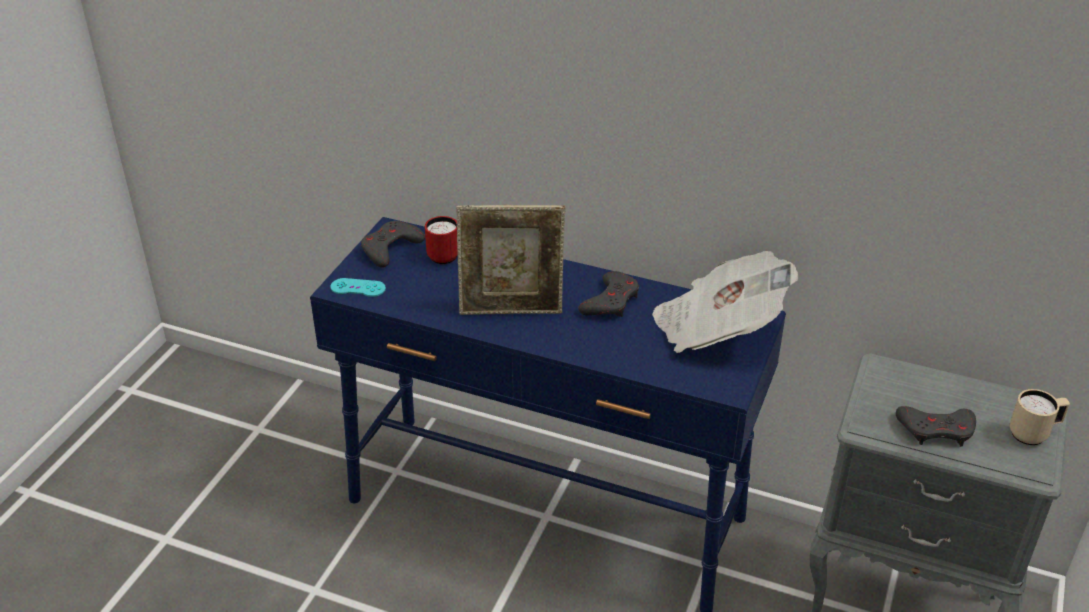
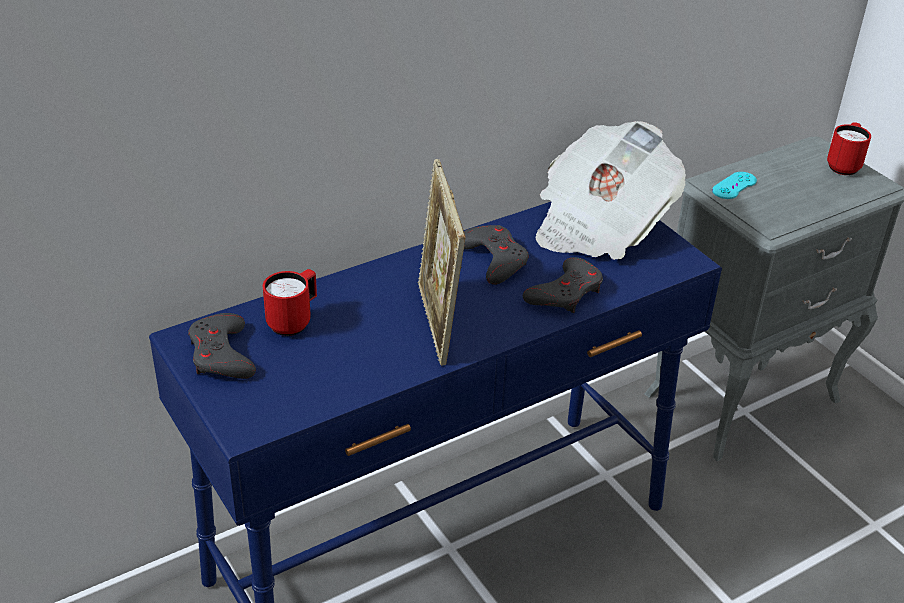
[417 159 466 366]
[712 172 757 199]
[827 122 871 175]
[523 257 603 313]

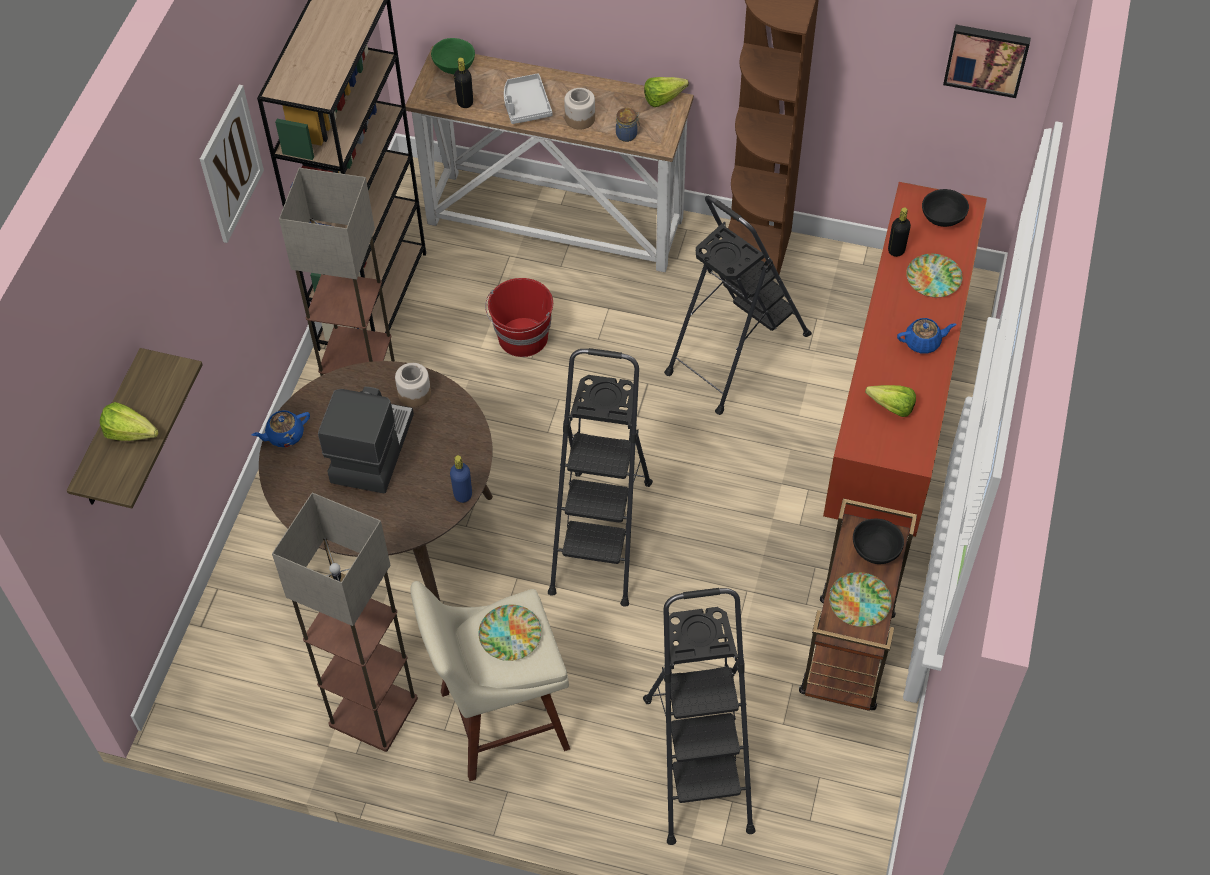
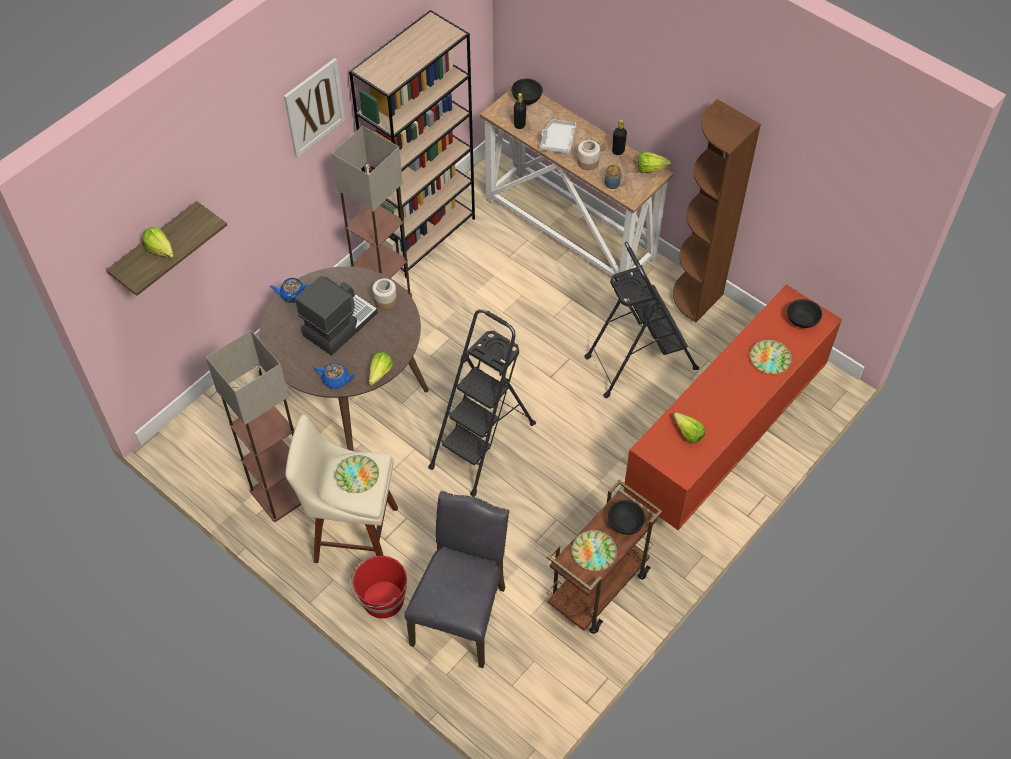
[943 25 1031 98] (first image)
[511 78 543 105]
[612 119 627 155]
[350 556 407 619]
[315 363 356 389]
[369 352 393 386]
[404 491 509 668]

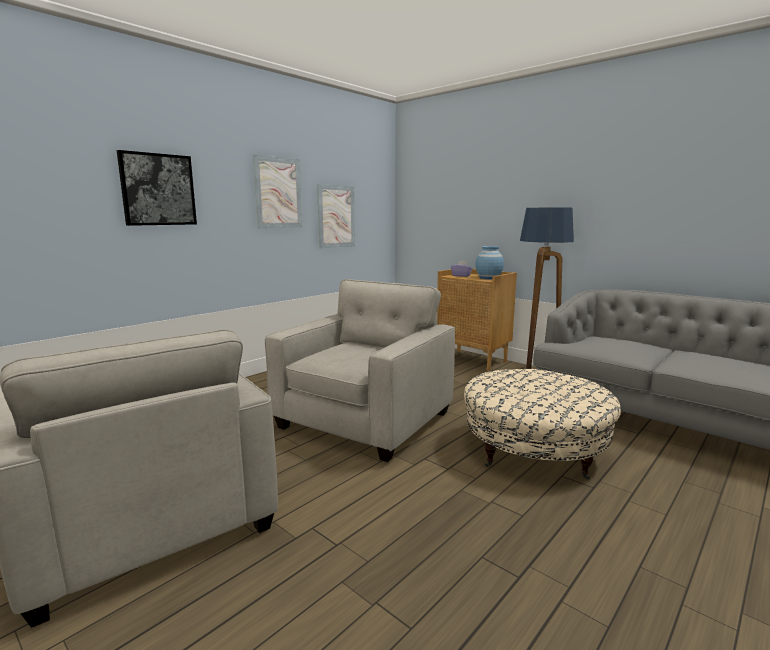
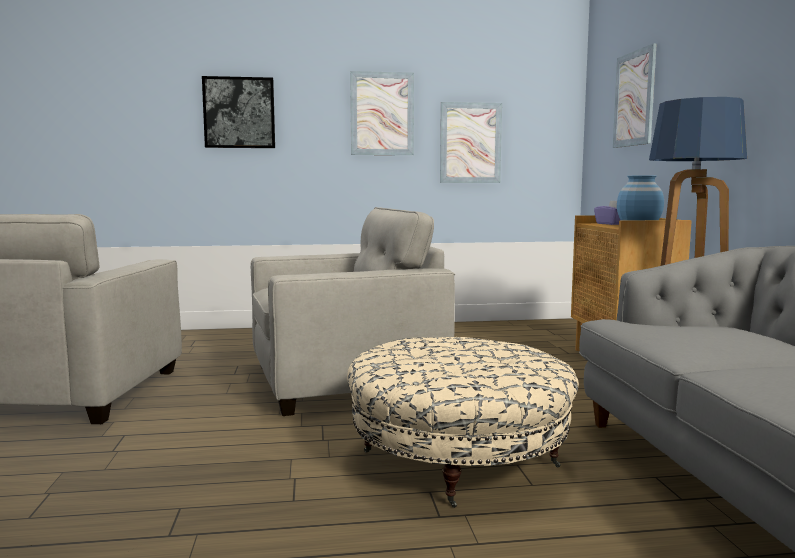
[613 43 657 148]

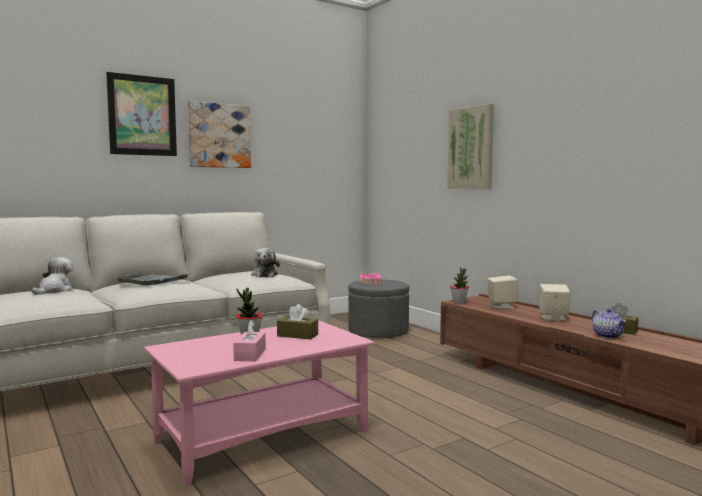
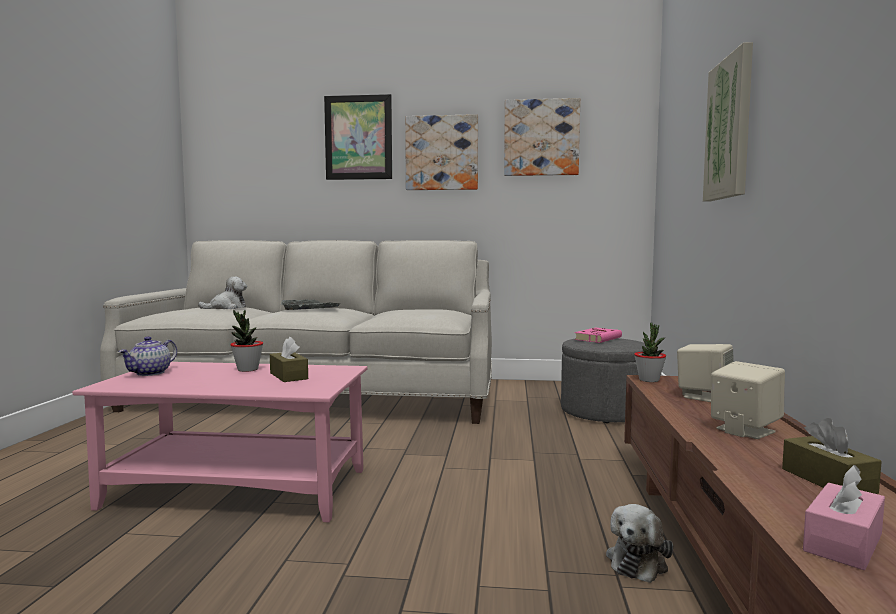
[606 504 673 583]
[118 336 177 376]
[803 465 885 570]
[504 98 580 176]

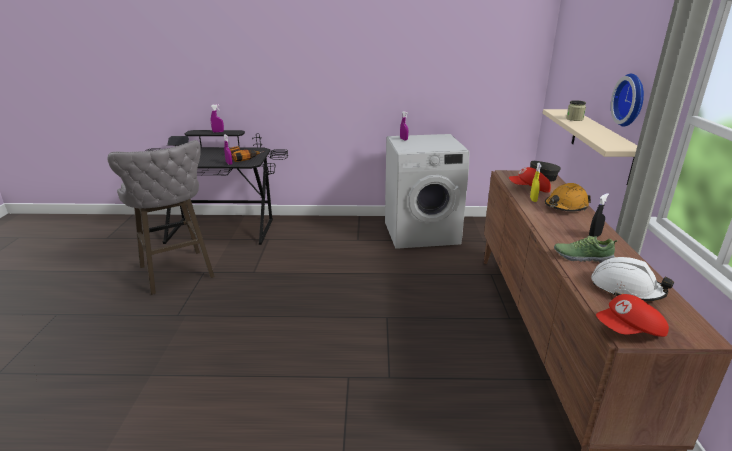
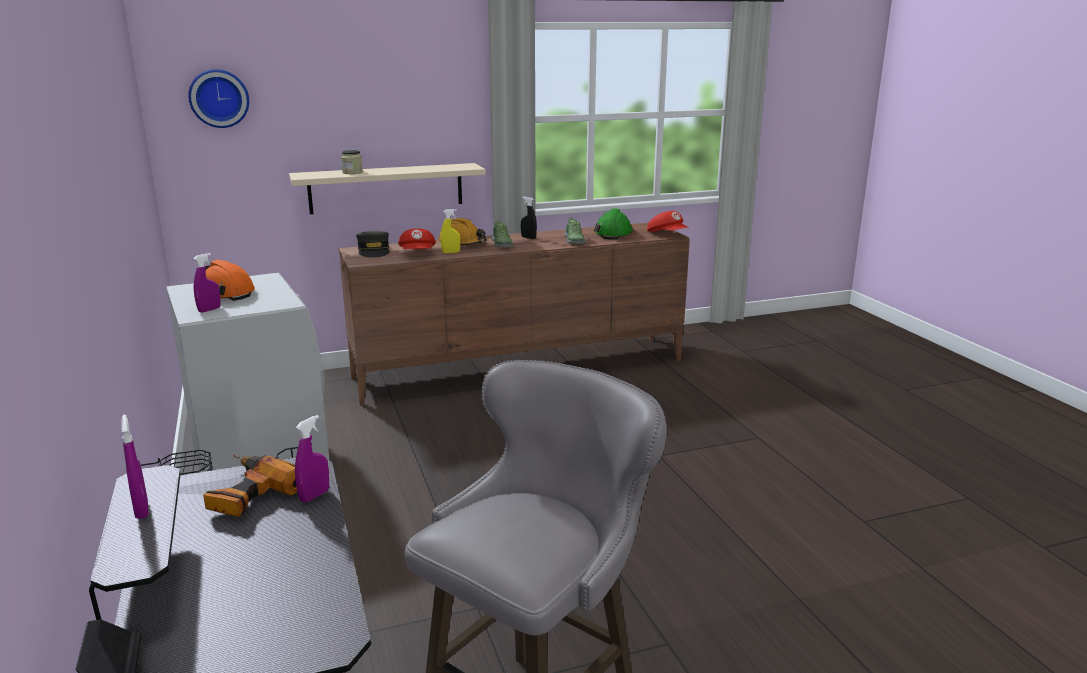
[188 69 249 128]
[594 208 634 240]
[491 220 513 247]
[205 260 255 301]

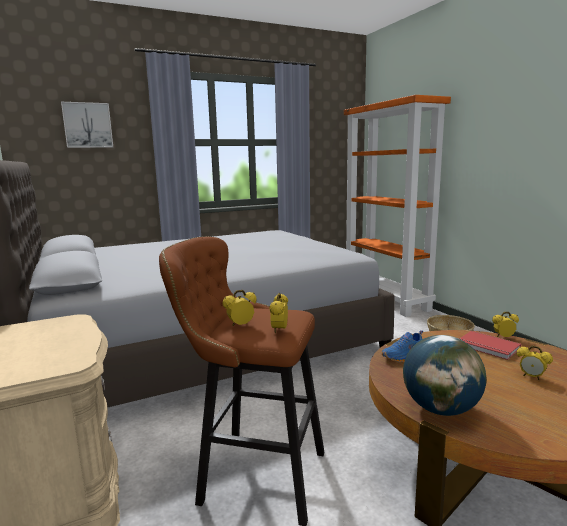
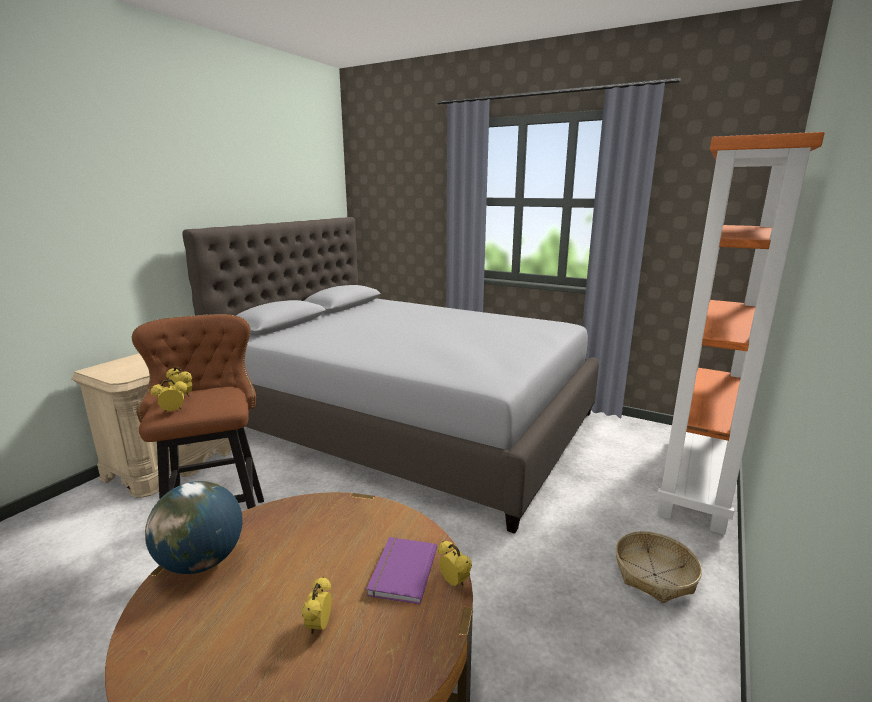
[61 102 113 148] (first image)
[382 330 423 362] (first image)
[366 537 437 605]

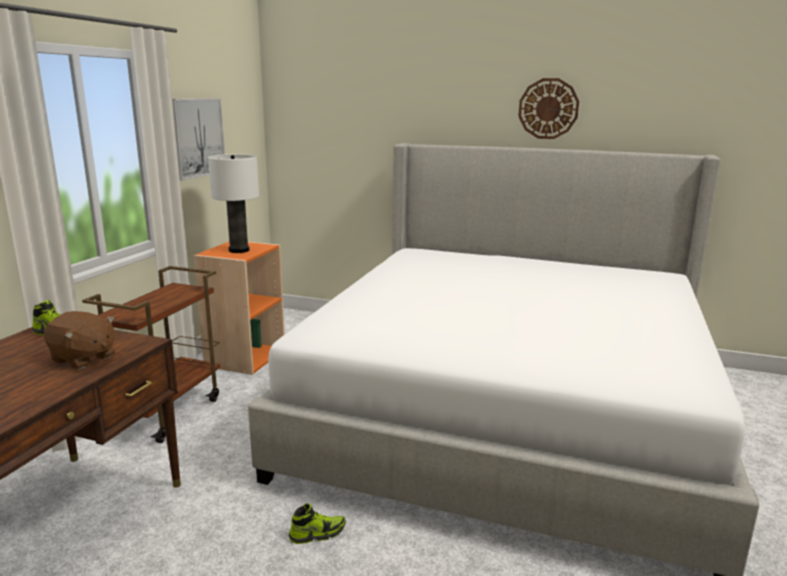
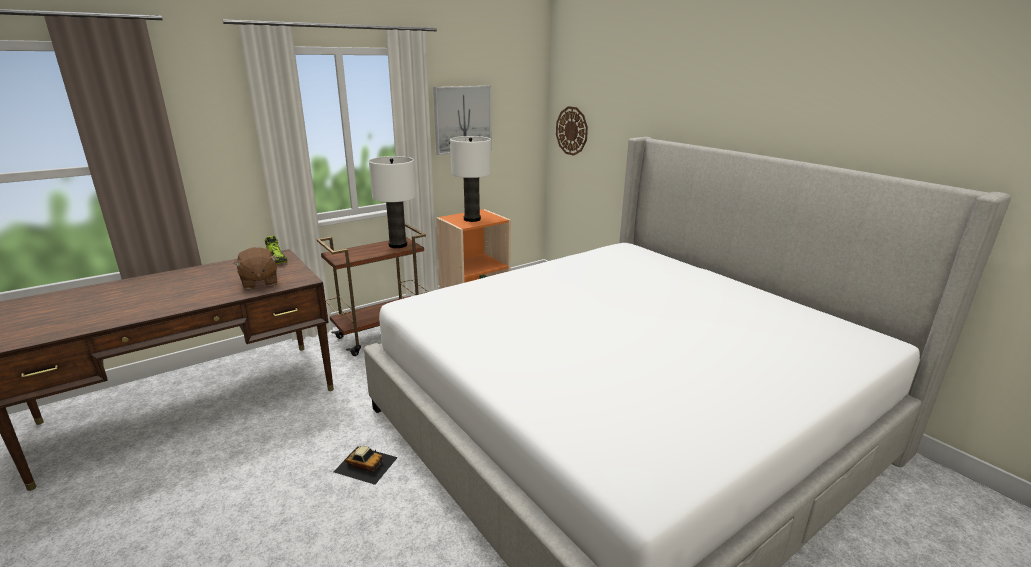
[556 106 588 156]
[334 446 398 485]
[369 156 416 248]

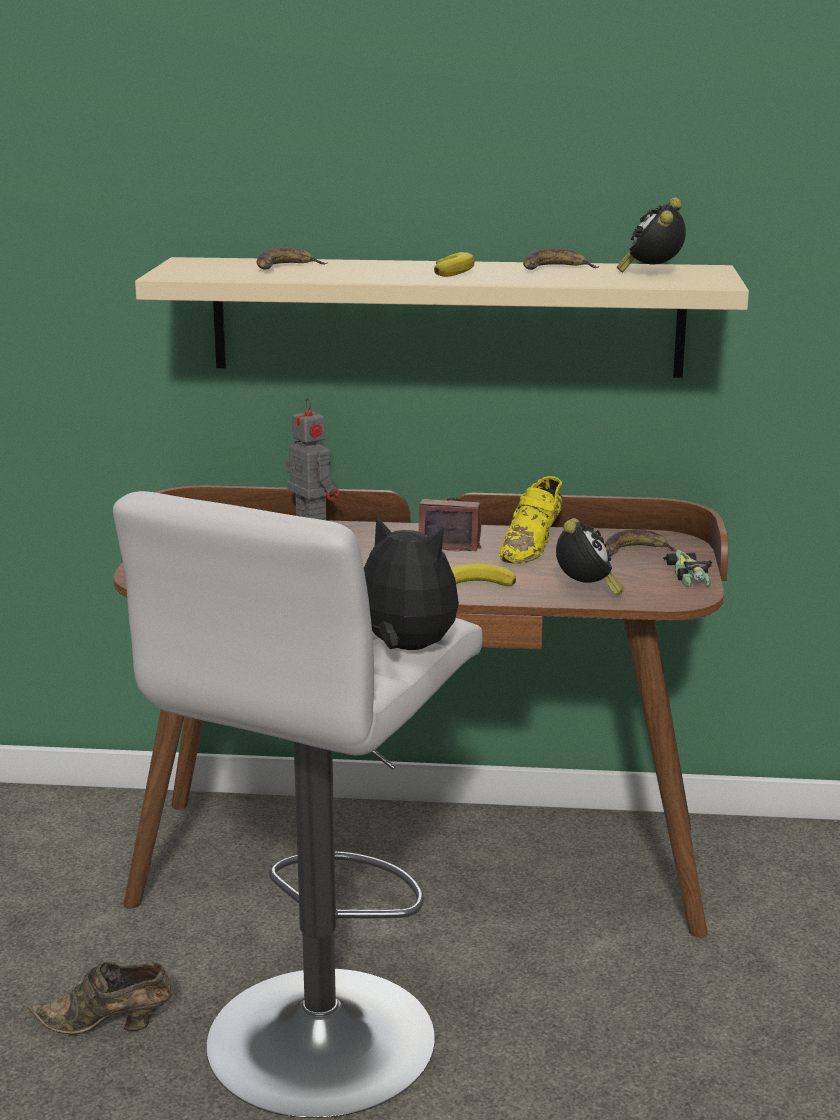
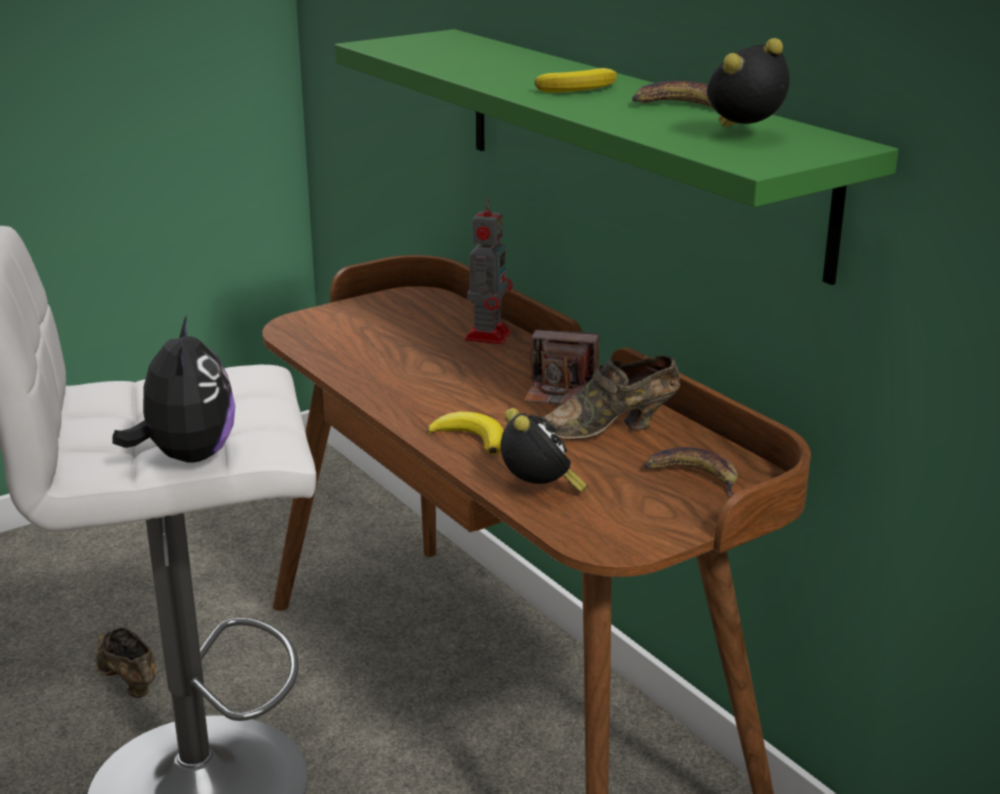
[257 247 327 270] (first image)
[335 29 898 285]
[541 355 680 440]
[524 330 599 405]
[501 408 588 492]
[663 550 712 587] (first image)

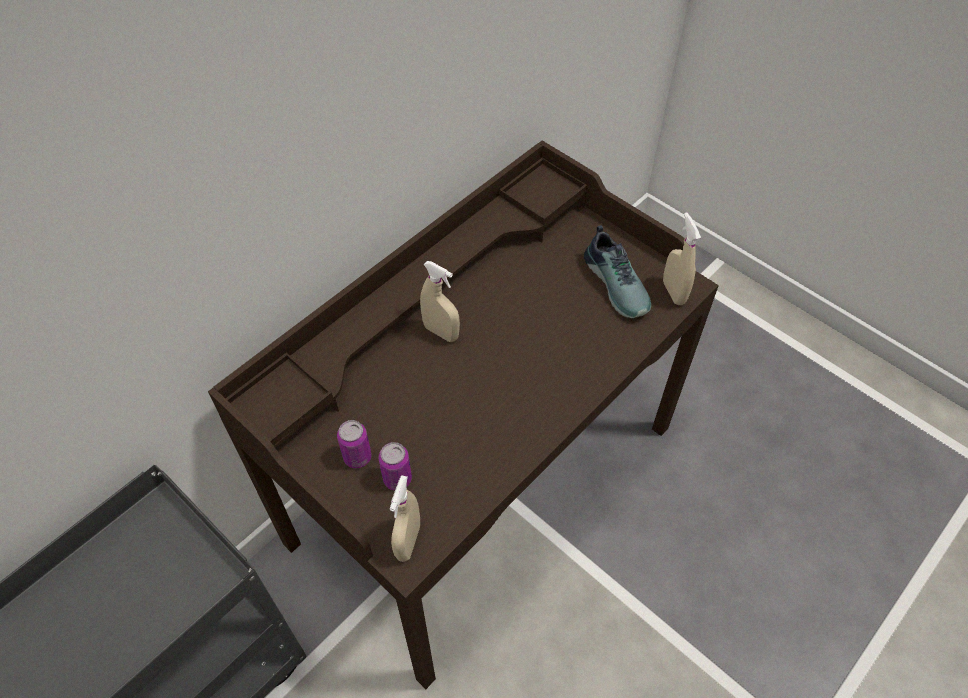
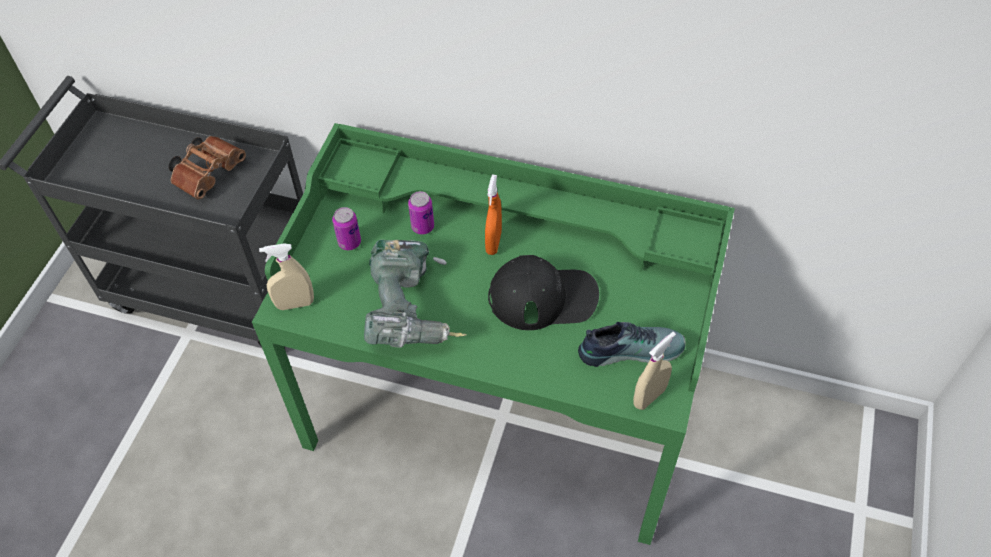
[252 123 735 545]
[578 322 686 367]
[485 175 502 255]
[408 191 434 235]
[168 136 246 200]
[364 240 467 348]
[488 255 599 330]

